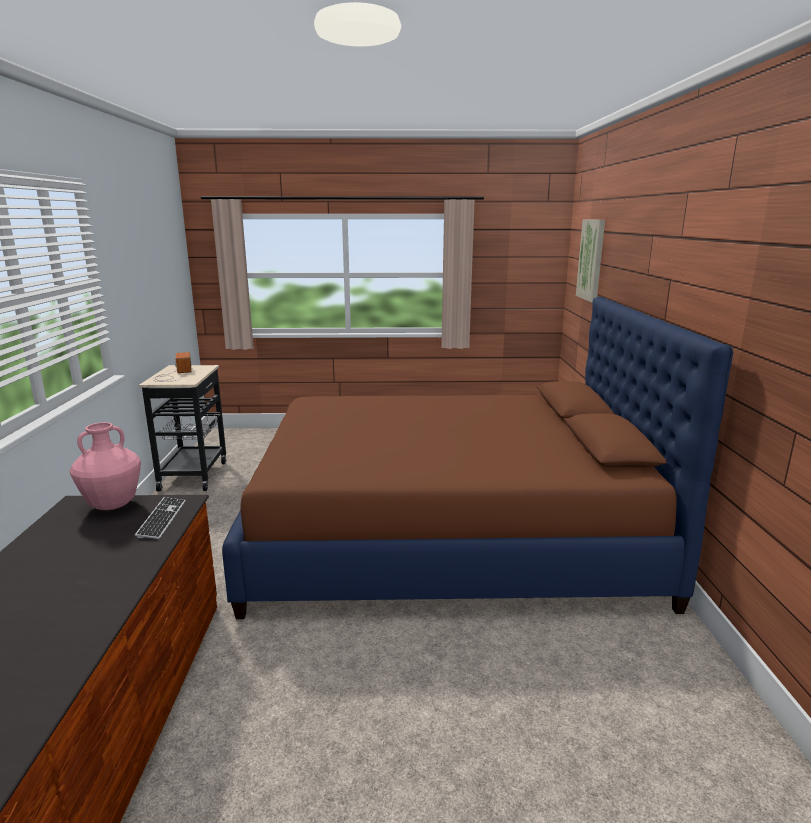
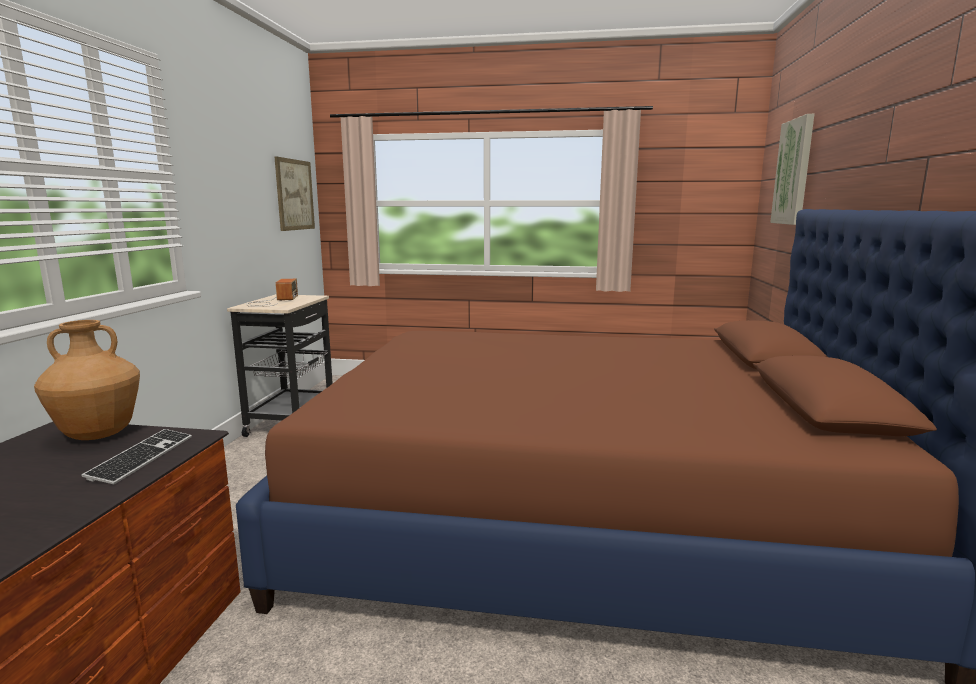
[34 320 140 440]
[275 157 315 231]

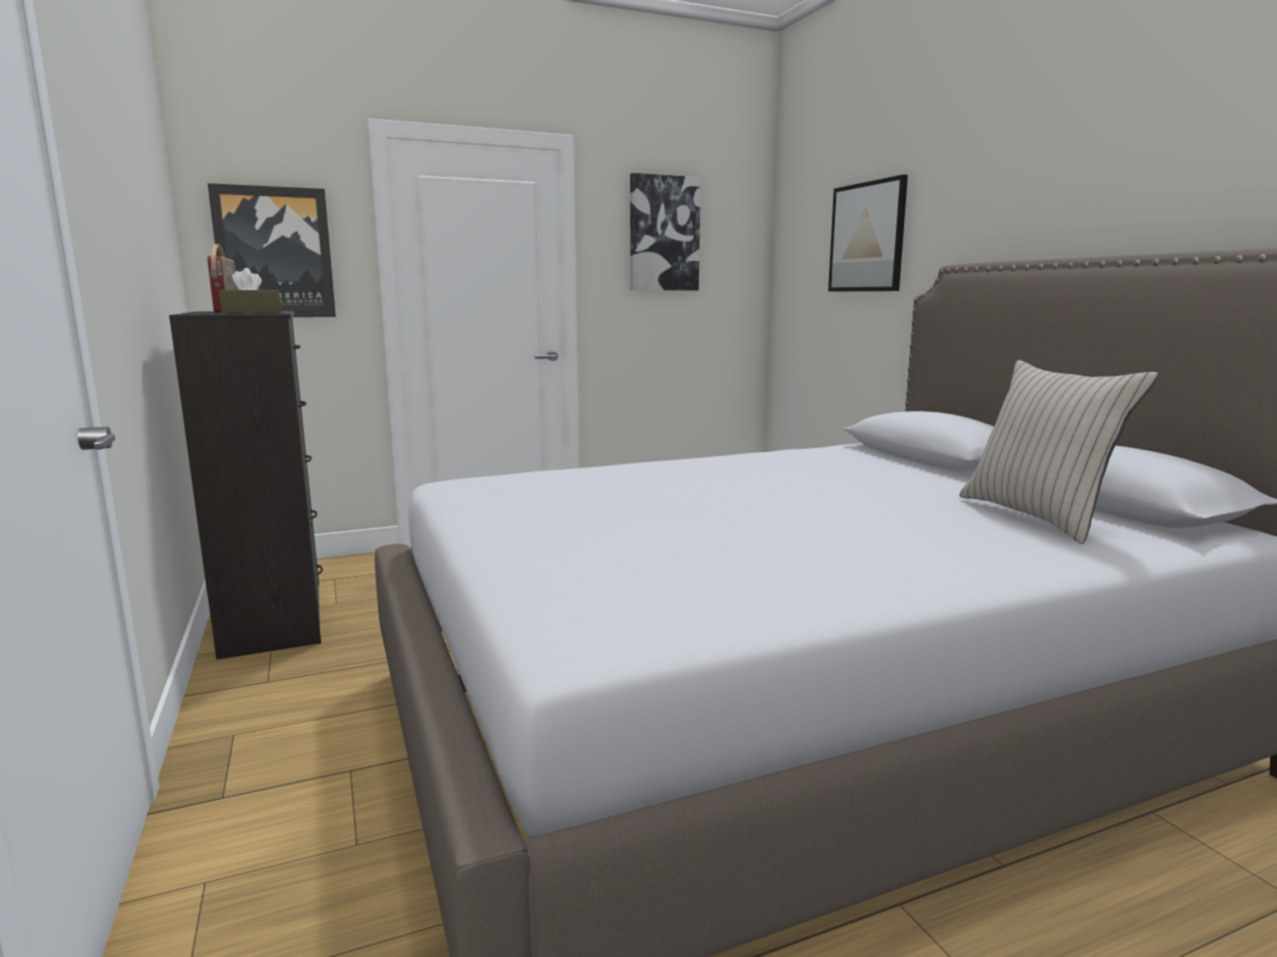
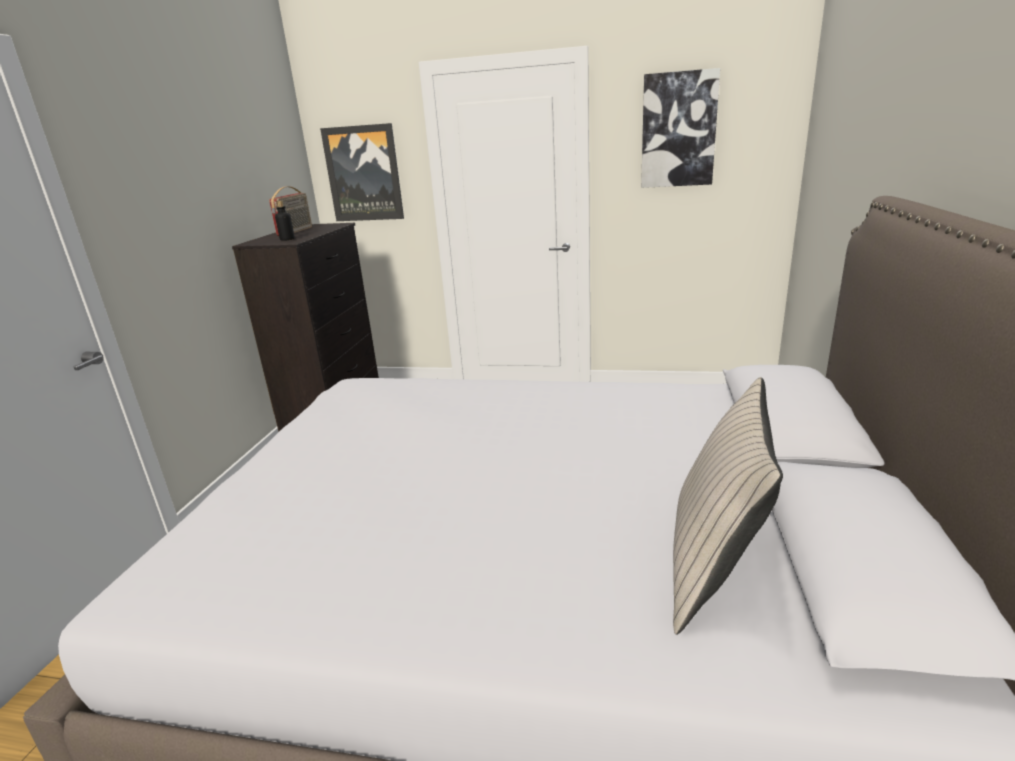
[828 175 908 292] (first image)
[275 200 295 241]

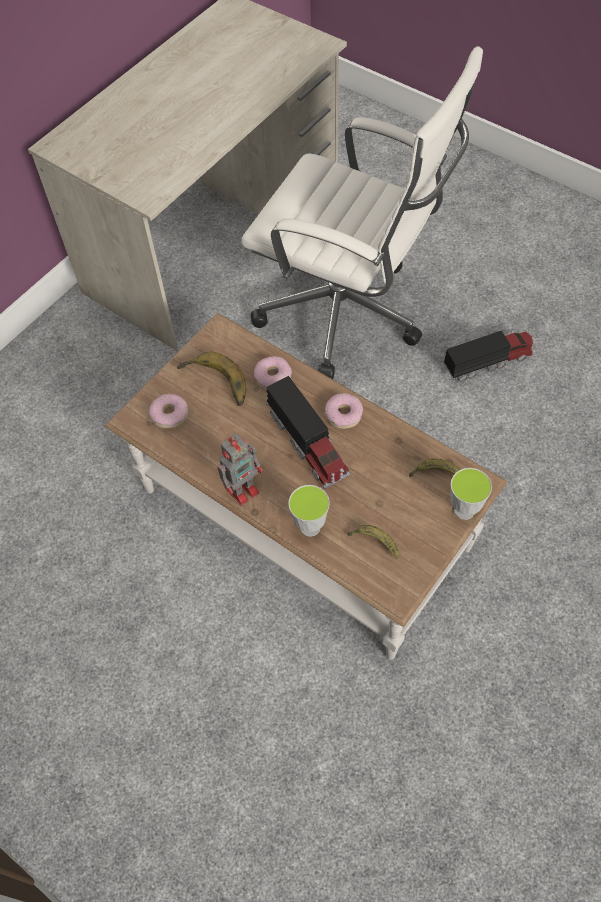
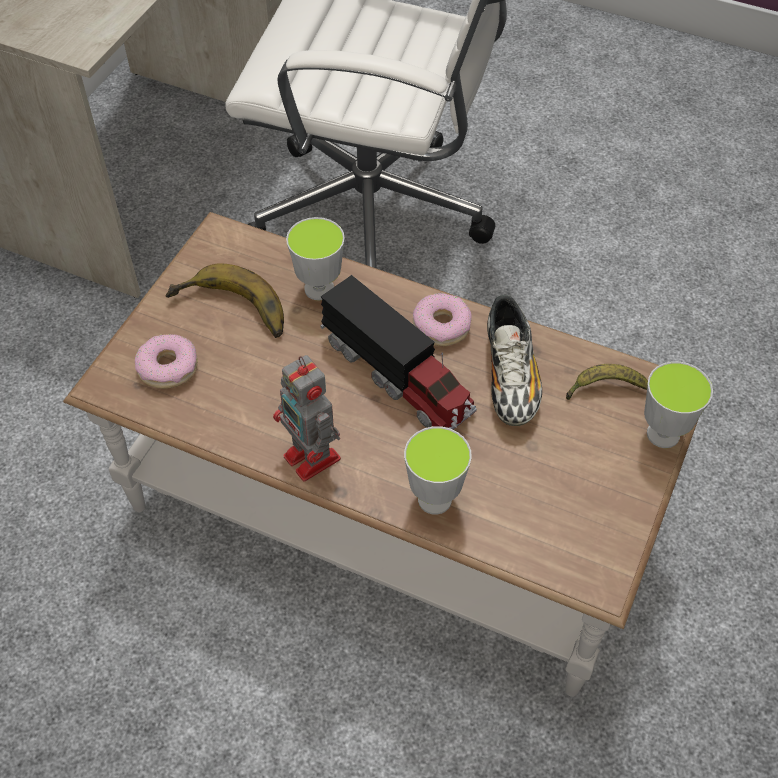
[443 328 535 382] (first image)
[286 217 345 301]
[273 355 341 481]
[347 525 399 559] (first image)
[487 295 542 426]

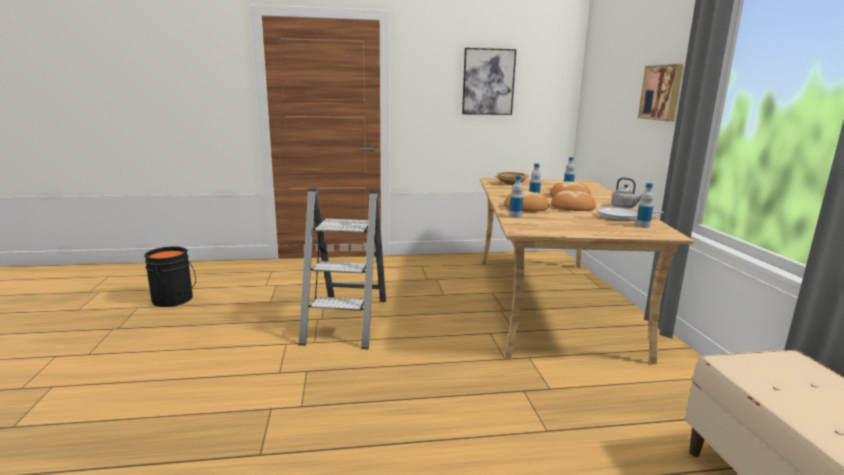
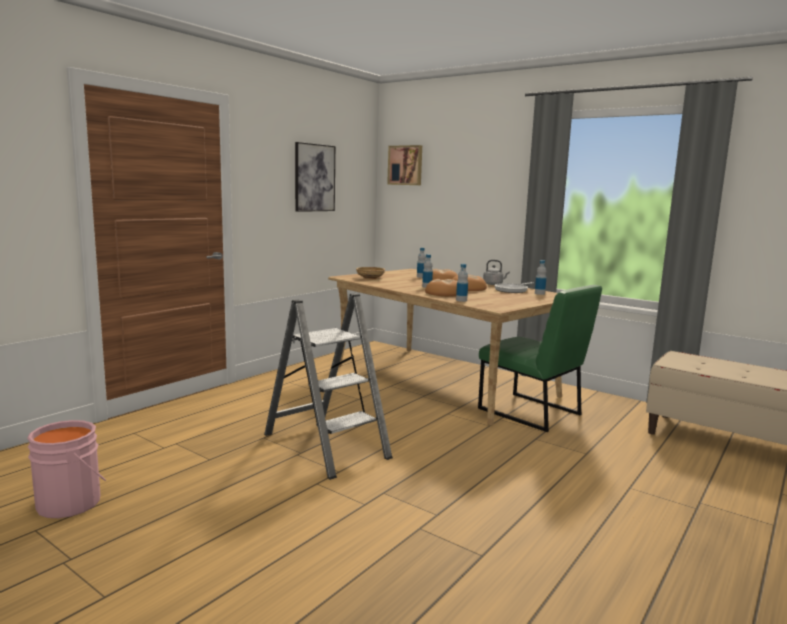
[387 145 422 185]
[27 420 106 518]
[478 285 602 432]

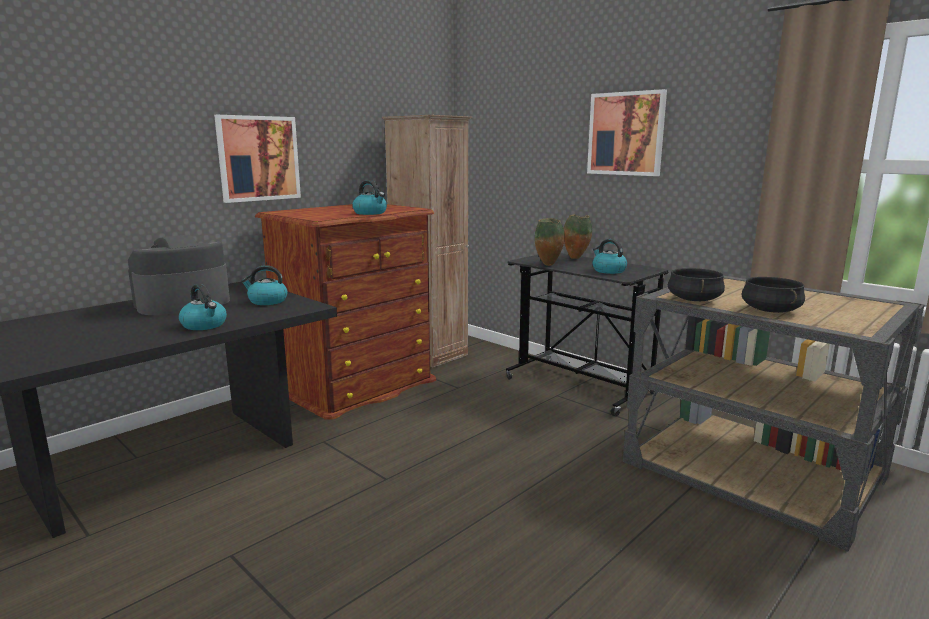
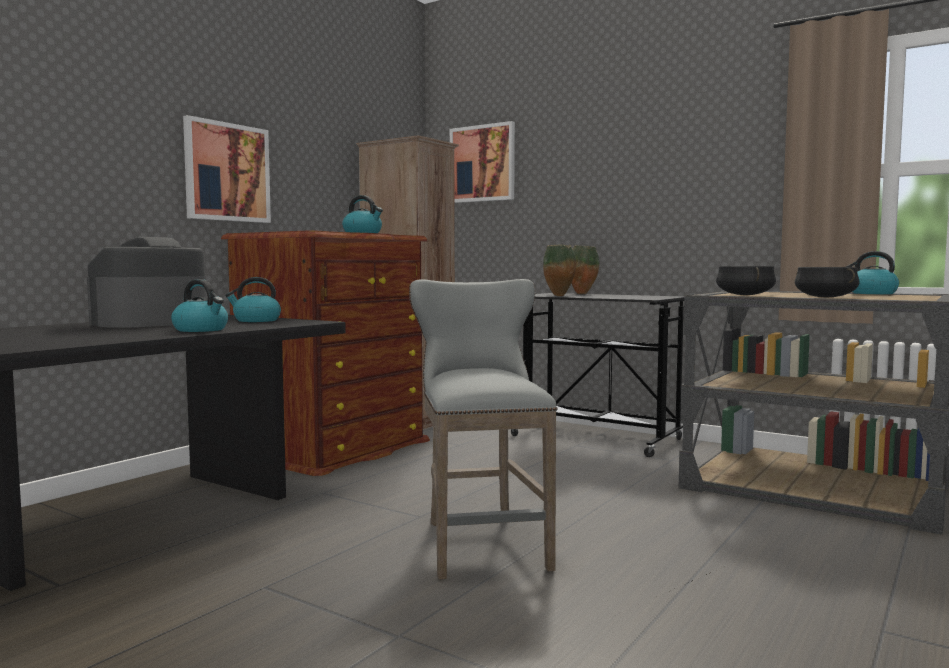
[450 121 515 203]
[846 251 899 294]
[409 279 557 579]

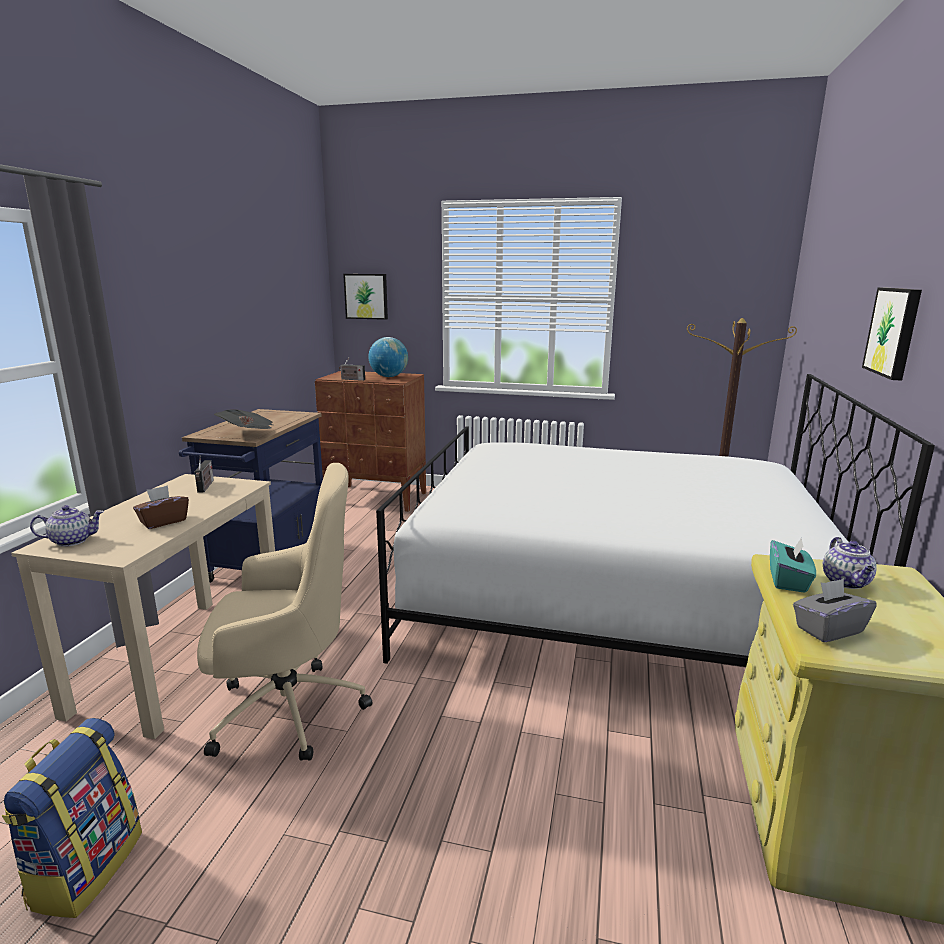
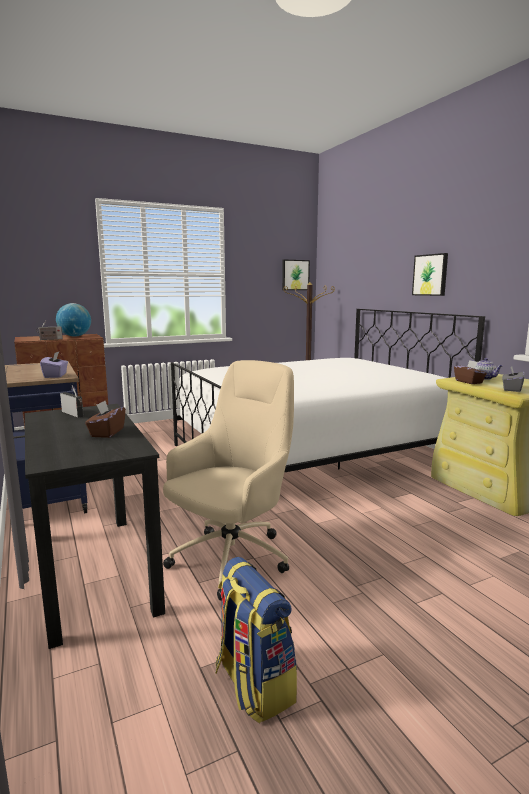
[282 260 310 290]
[40 352 68 378]
[25 404 165 649]
[30 505 104 547] (first image)
[454 360 487 384]

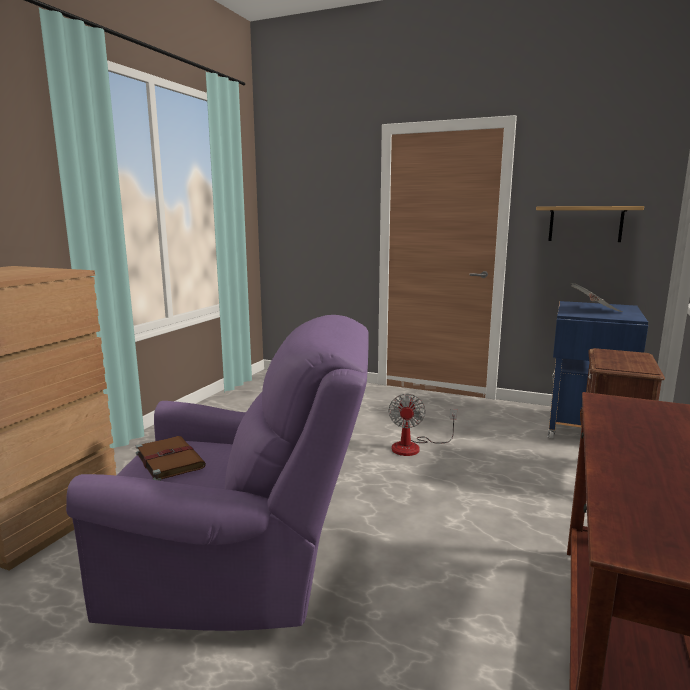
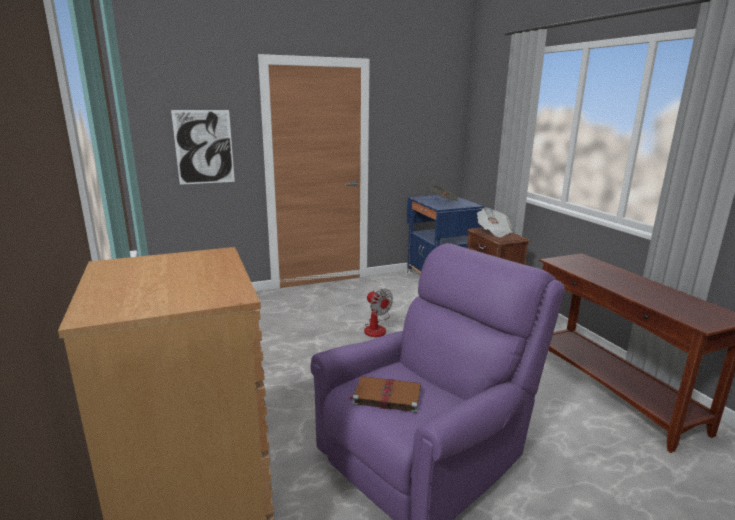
[536 206 644 242] (first image)
[171 110 235 185]
[477 208 513 237]

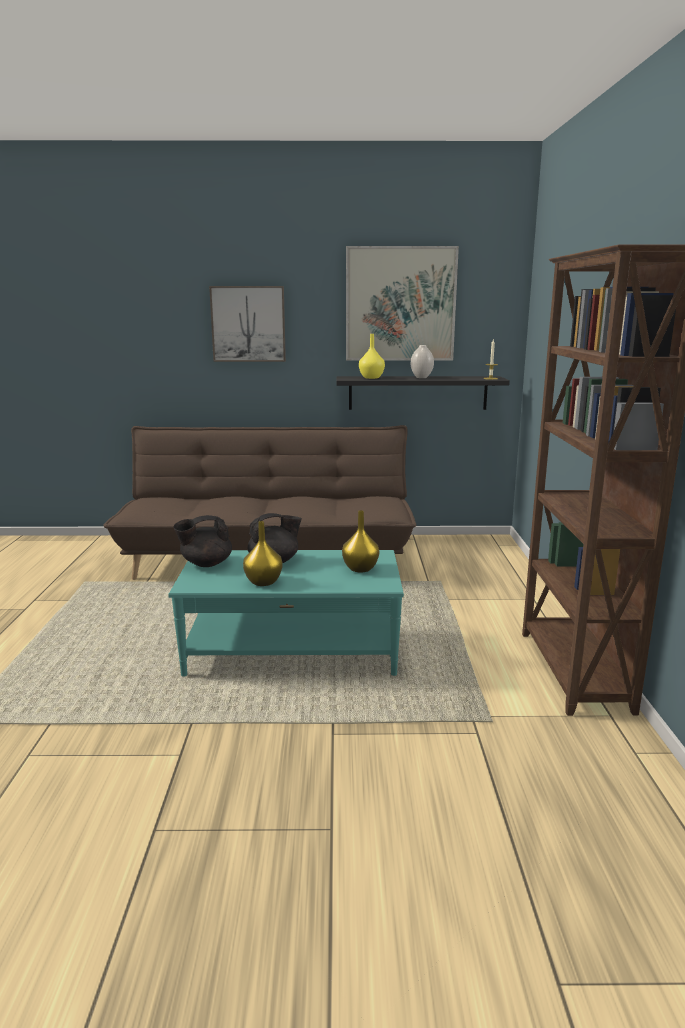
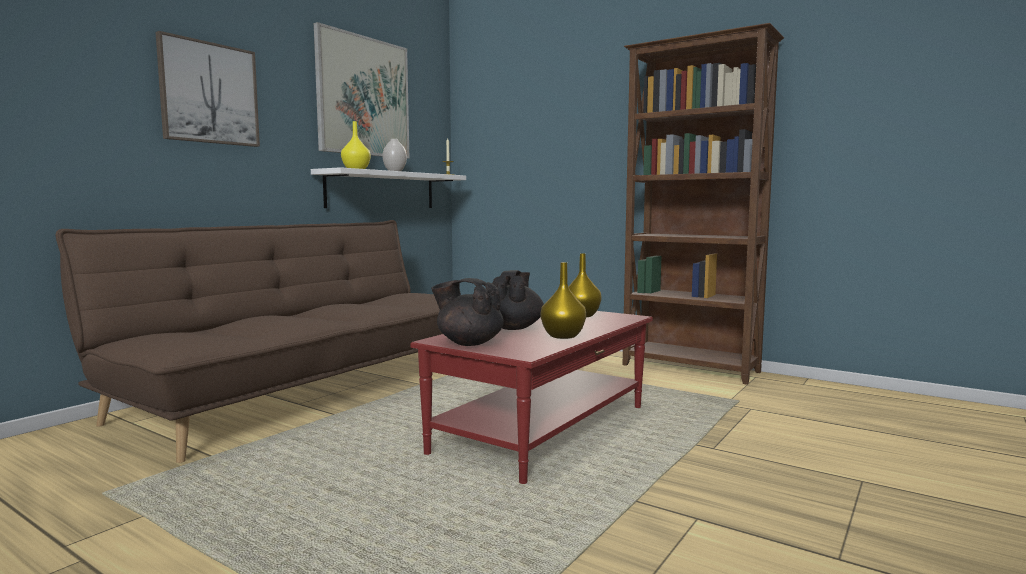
[311 167 466 208]
[431 278 504 346]
[410 311 653 484]

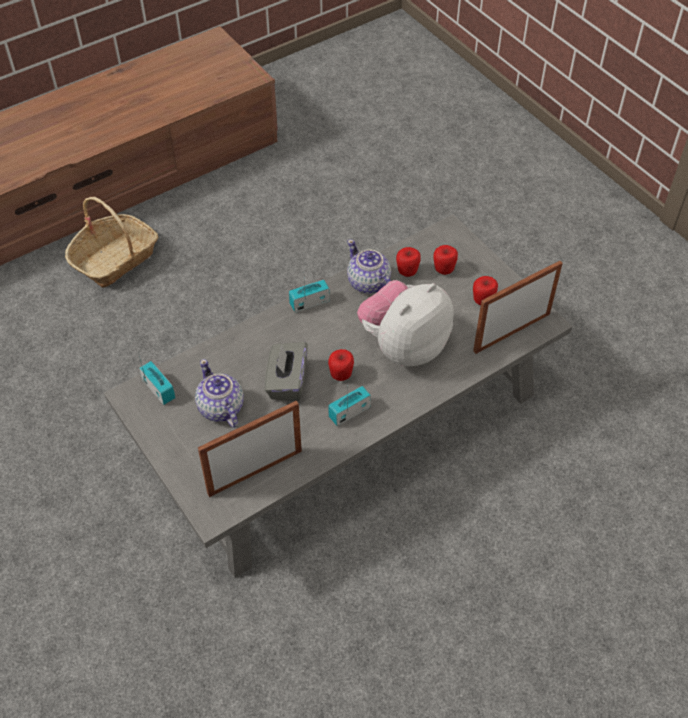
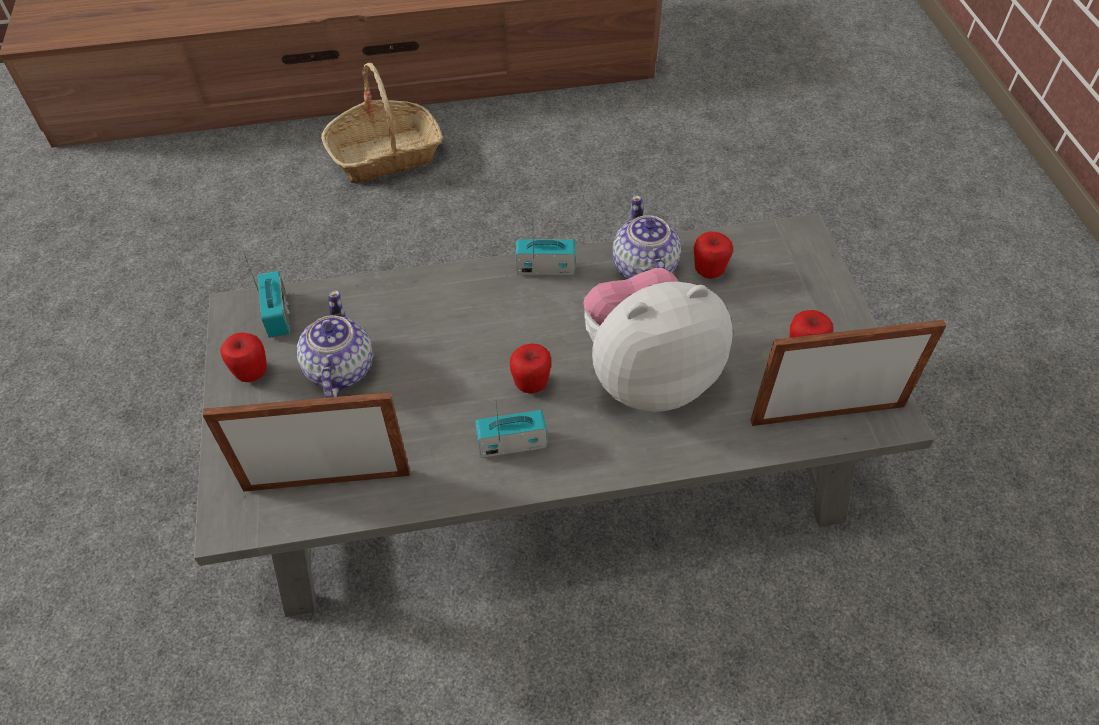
[220 333 267 382]
[265 342 308 401] (first image)

